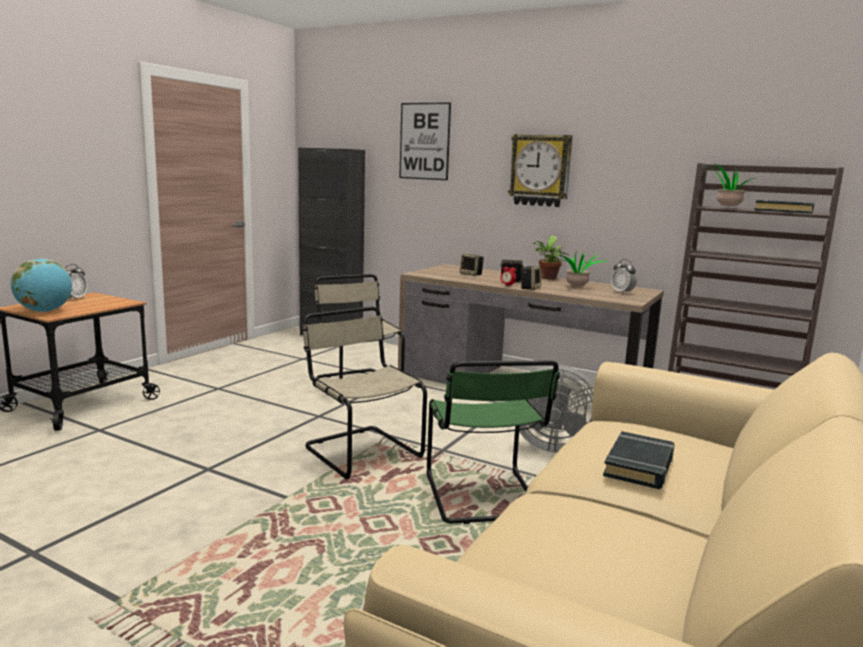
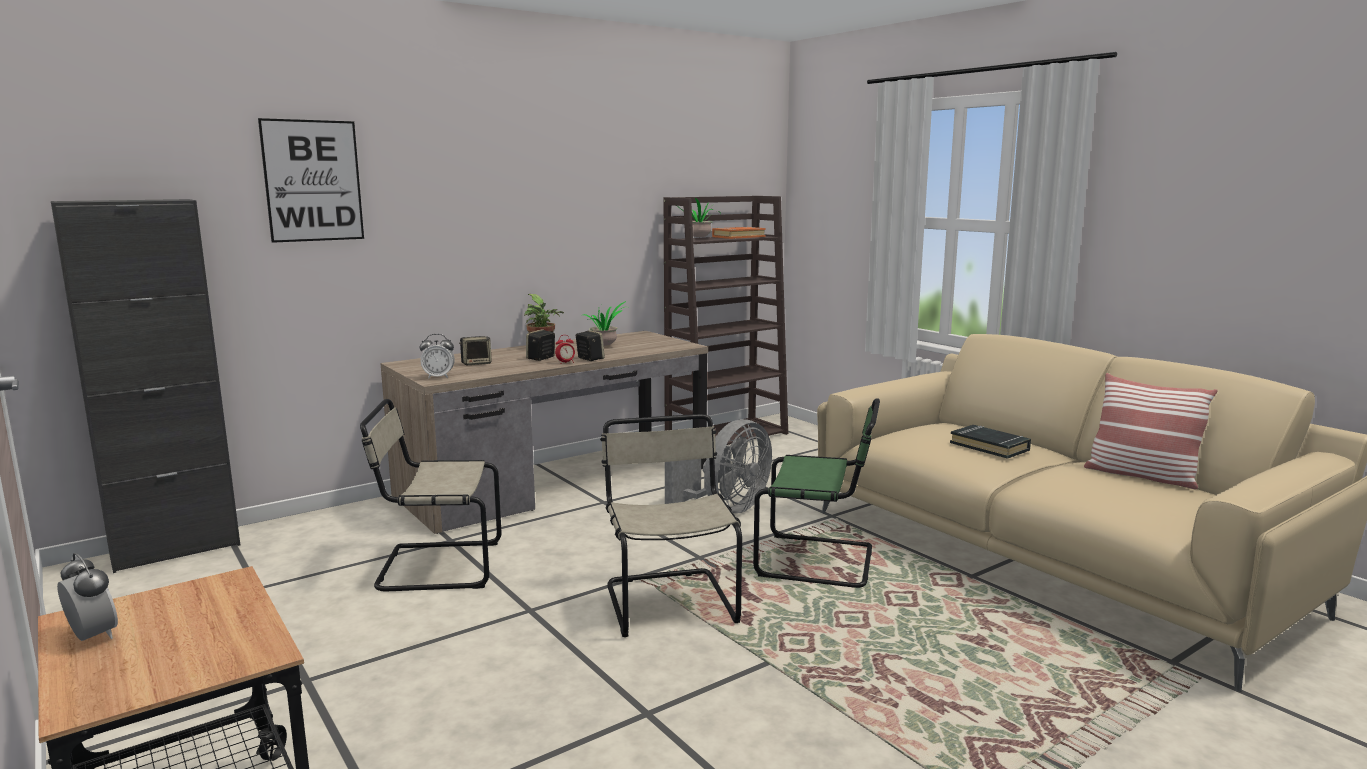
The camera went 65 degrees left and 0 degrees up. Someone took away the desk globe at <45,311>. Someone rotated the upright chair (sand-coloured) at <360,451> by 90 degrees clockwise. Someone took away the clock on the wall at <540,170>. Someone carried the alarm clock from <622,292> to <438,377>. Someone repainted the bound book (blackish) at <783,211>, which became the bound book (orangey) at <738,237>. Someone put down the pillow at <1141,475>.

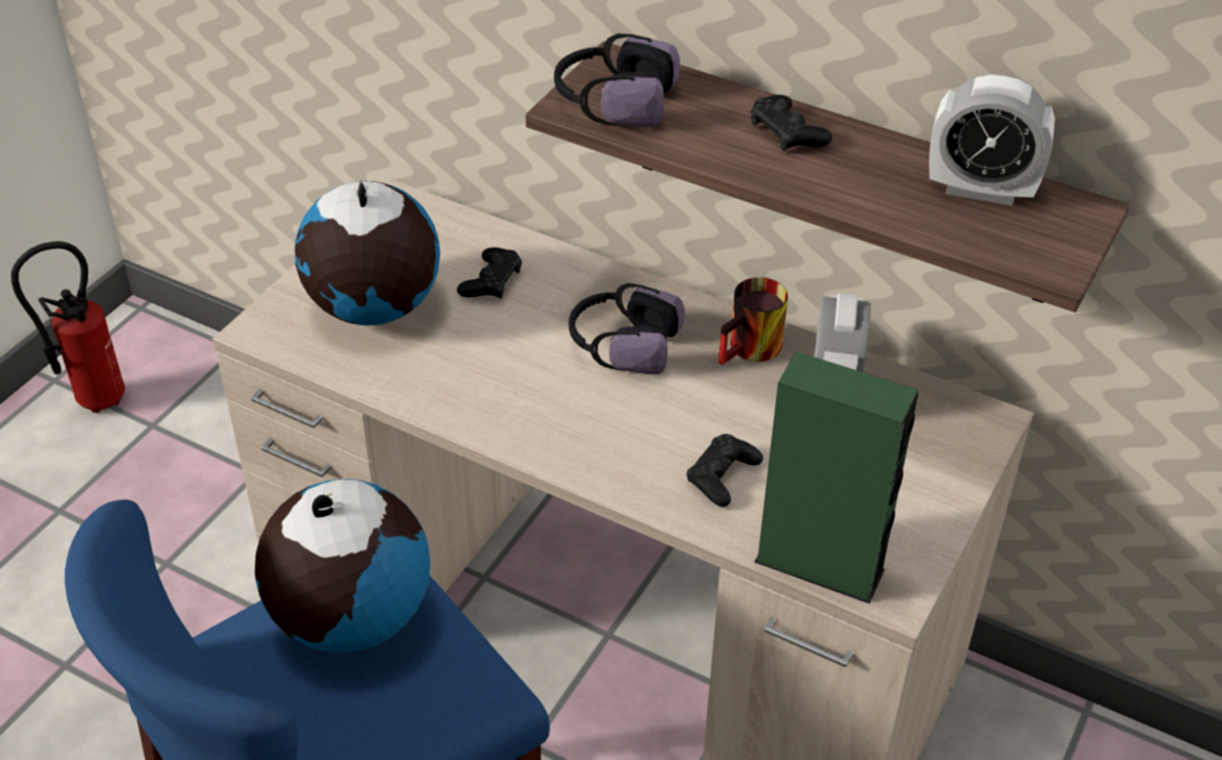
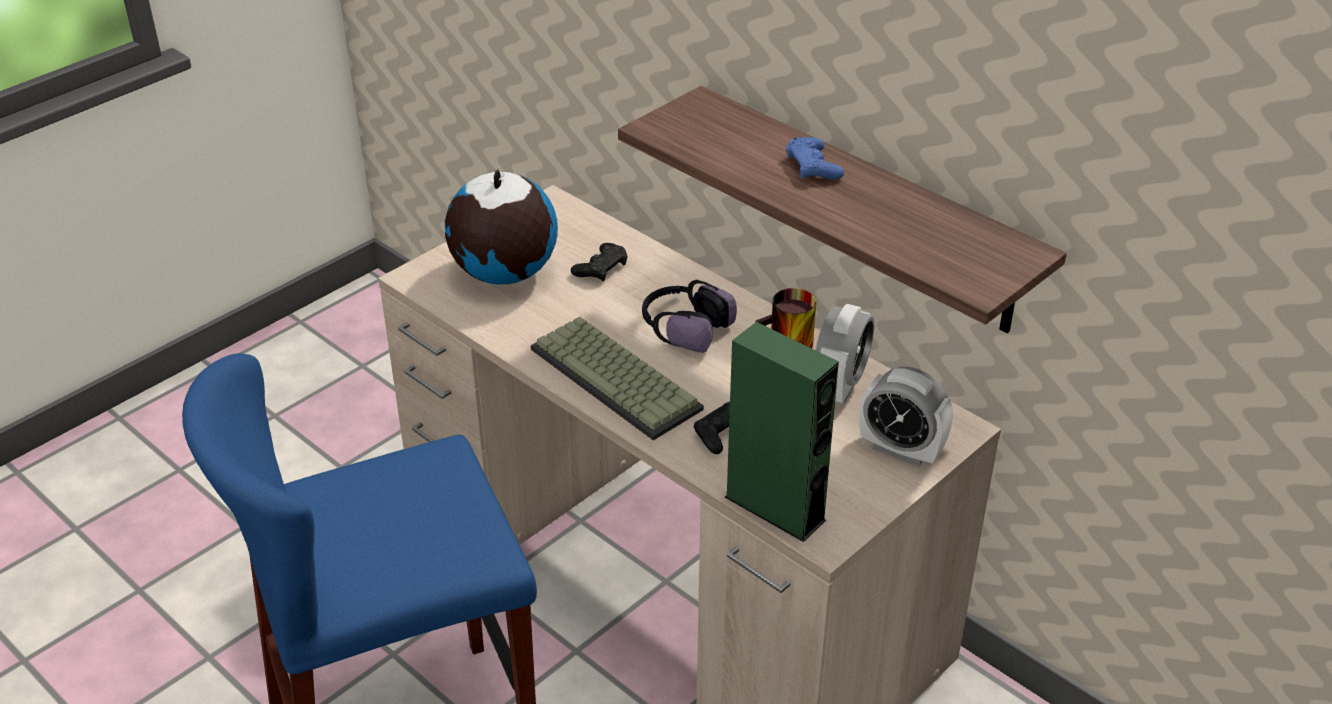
The camera went 15 degrees right and 5 degrees down. Someone took away the fire extinguisher at <92,402>. Someone took away the desk globe at <350,618>. Someone took away the headset at <613,102>. Someone repainted the gamepad (blackish) at <787,132>, which became the gamepad (bluish) at <813,166>. Someone carried the alarm clock from <980,190> to <901,450>. Someone put down the computer keyboard at <619,378>.

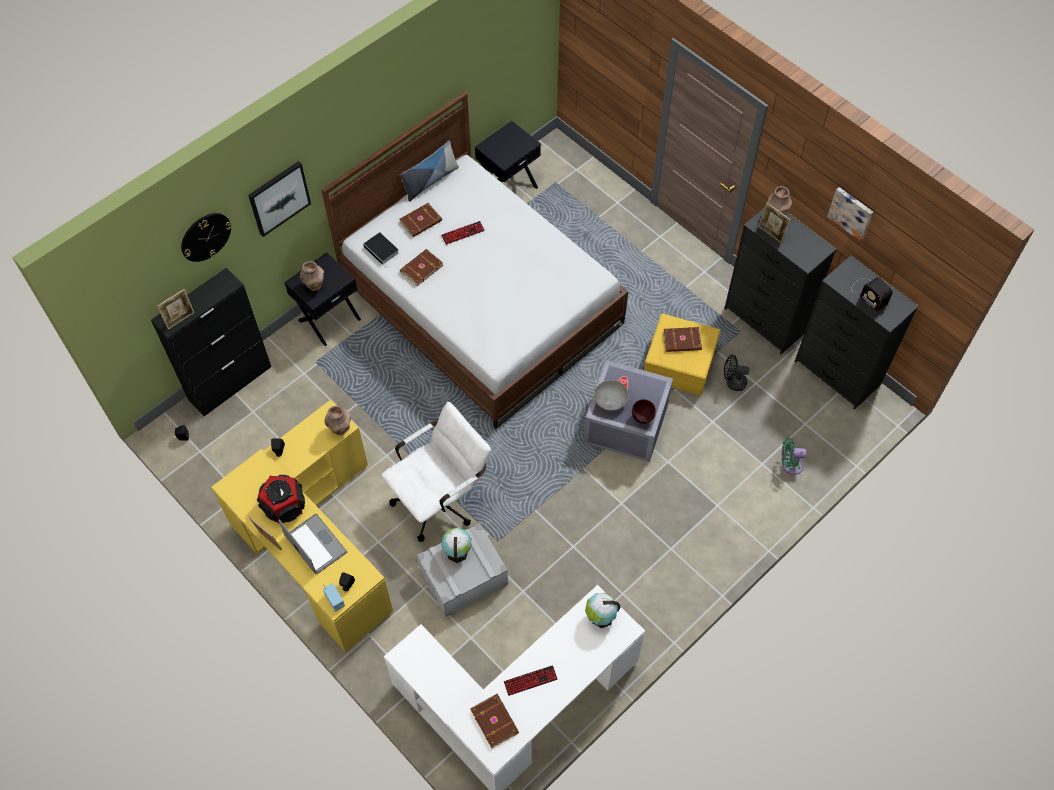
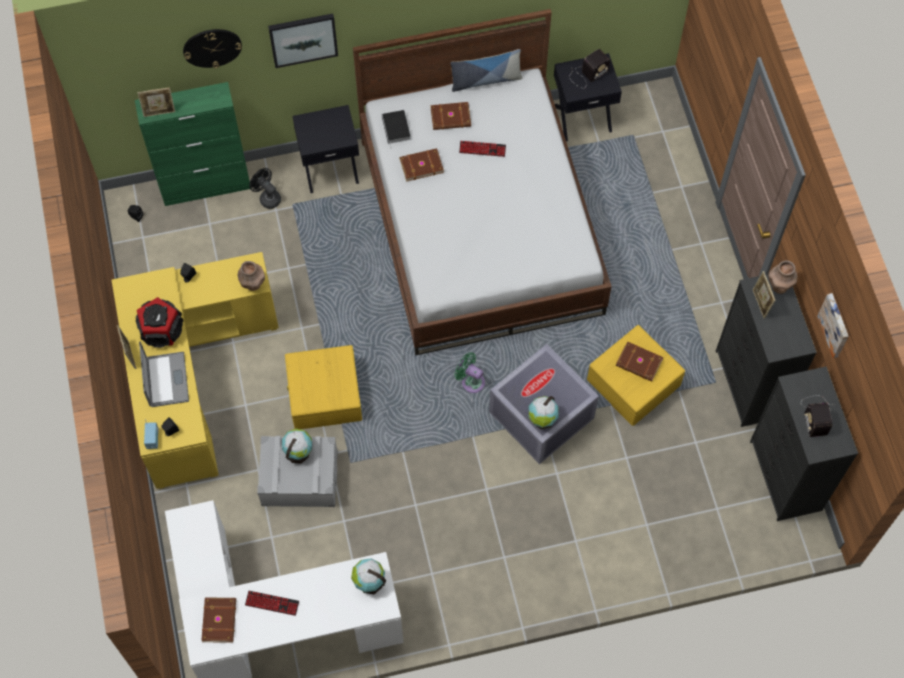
The camera went 30 degrees right and 5 degrees up. Someone repainted the storage cabinet (blackish) at <230,383>, which became the storage cabinet (green-coloured) at <206,186>. Someone took away the flower vase (brown) at <314,286>. Someone swapped the desk chair (white-coloured) at <441,499> for the storage bin (yellow-coloured) at <324,395>. Someone took away the bowl (greyish) at <610,400>. Someone swapped the bowl (brown) at <642,419> for the desk globe at <542,420>. Someone carried the electric fan (blackish) from <732,382> to <267,197>. Someone carried the electric fan (green-coloured) from <790,464> to <471,381>. Someone put down the radio set at <587,74>.

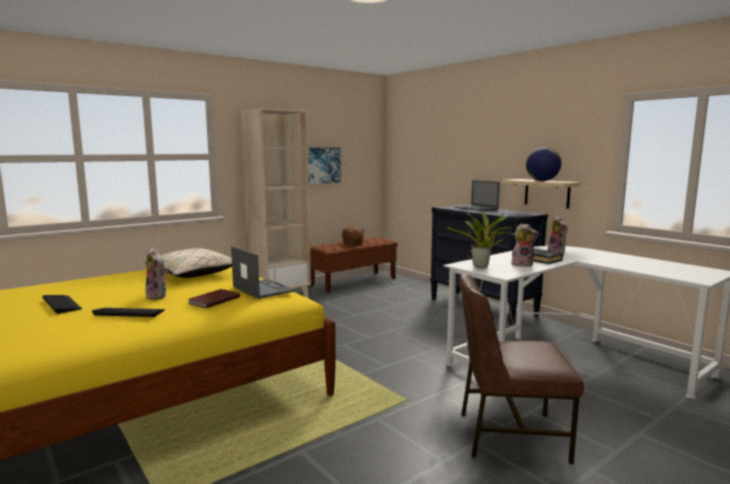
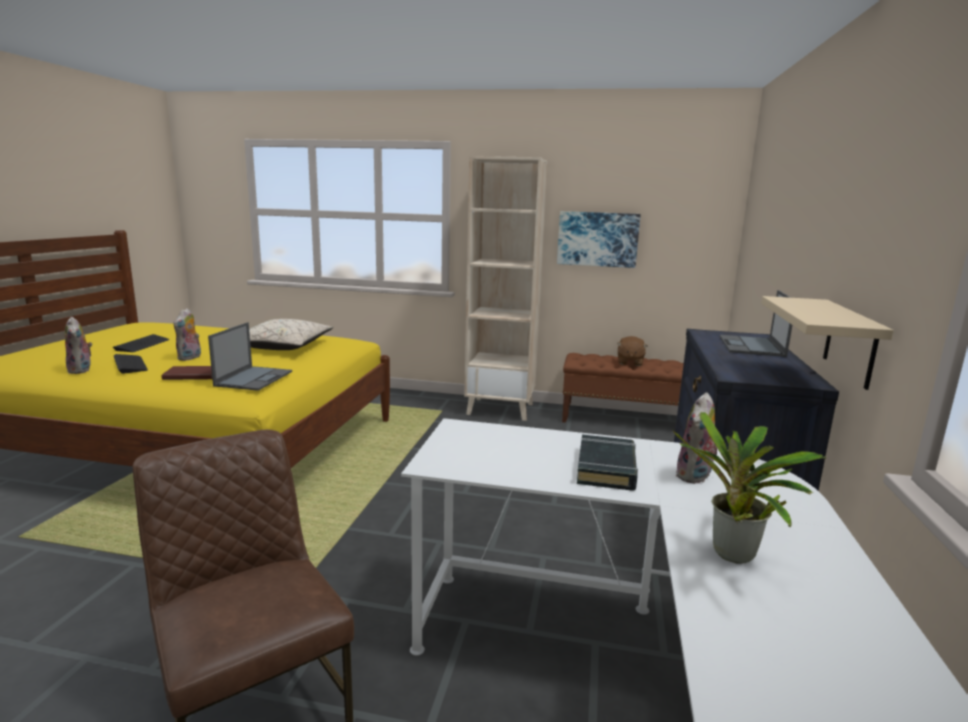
The camera went 50 degrees right and 5 degrees up. Someone carried the potted plant from <482,266> to <732,557>. Someone carried the plush toy from <522,264> to <81,370>. Someone took away the desk globe at <542,181>.

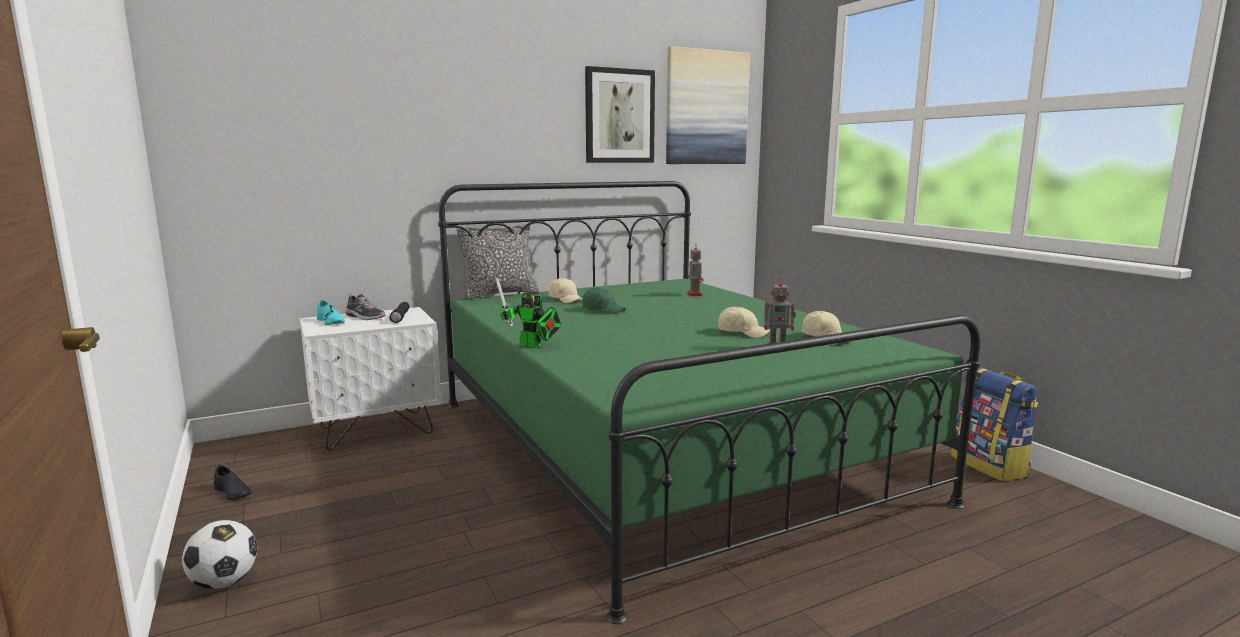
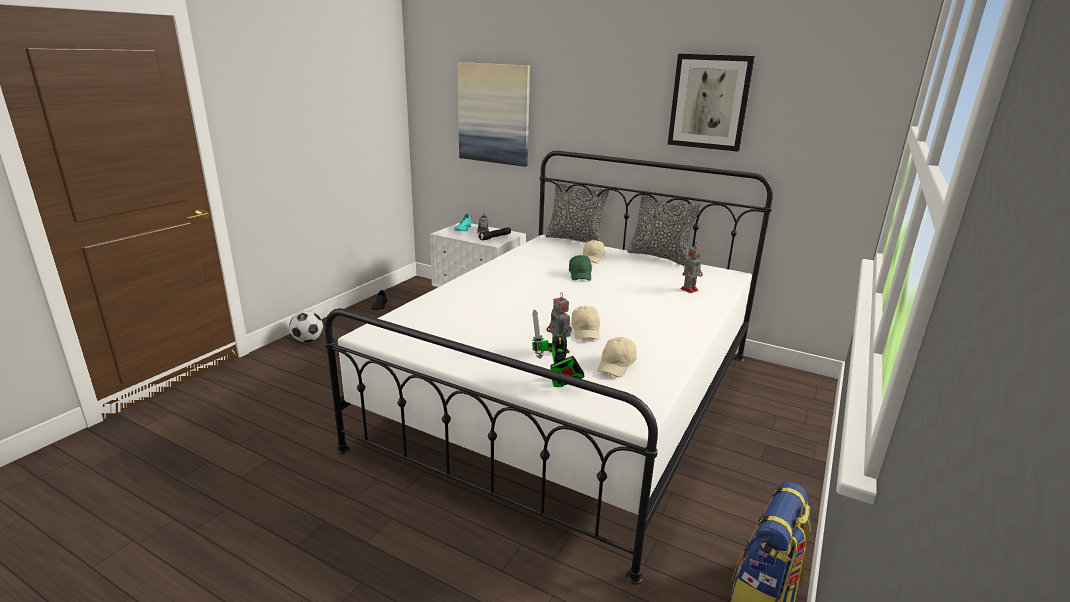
The camera went 55 degrees right and 10 degrees up. Someone repainted the bedroom bed (green-coloured) at <662,447>, which became the bedroom bed (white-coloured) at <569,397>. Someone carried the model robot from <533,345> to <557,383>. Someone carried the wall art from <706,108> to <494,114>. Someone put down the pillow at <659,256>.

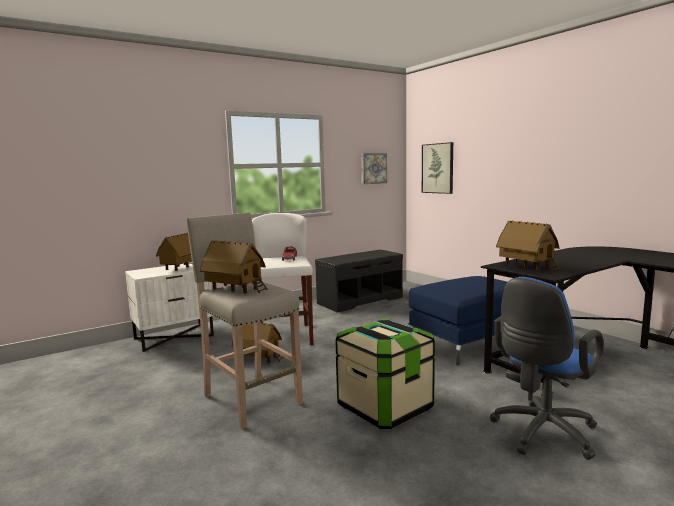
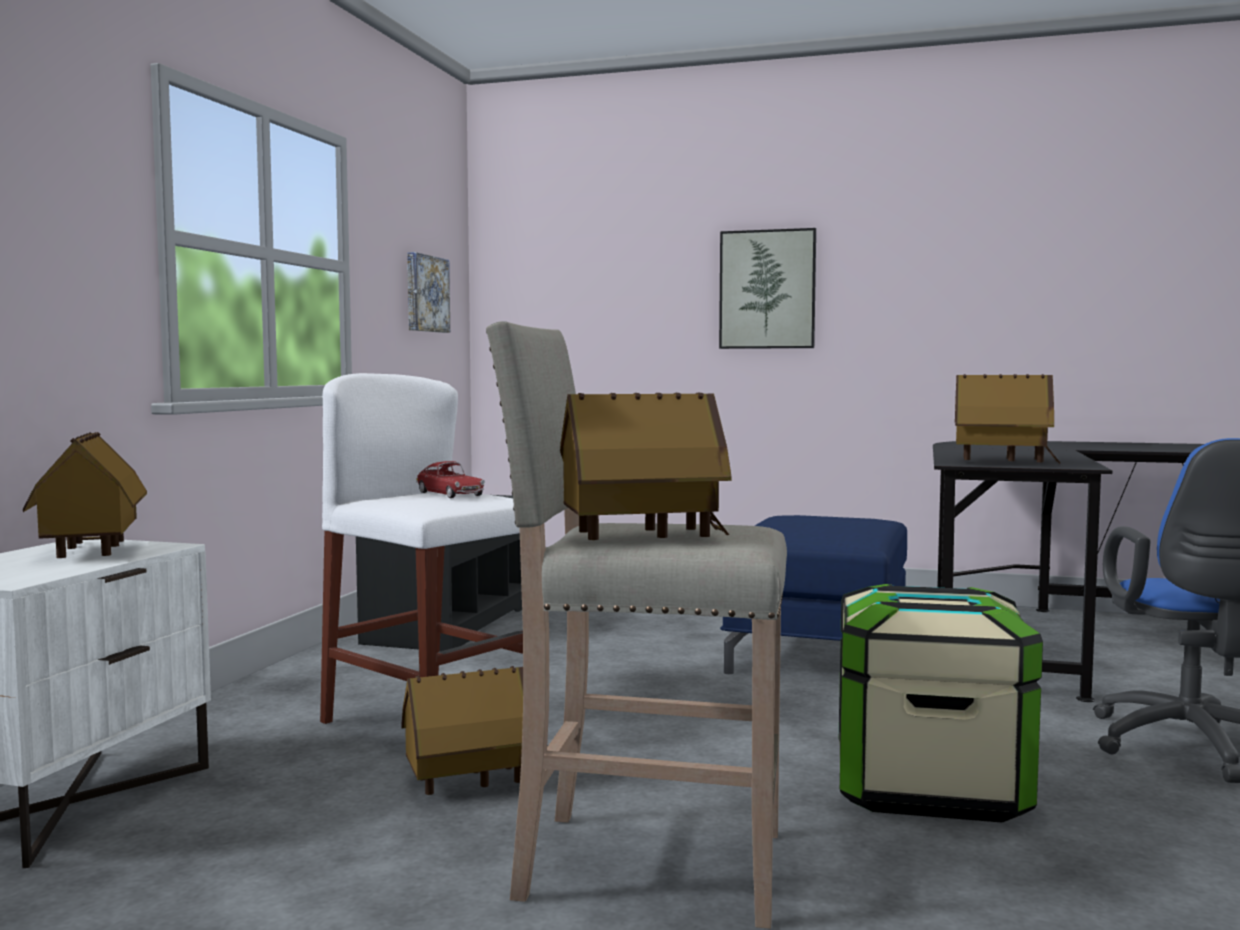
The camera went 40 degrees left and 5 degrees down. Someone carried the wall art from <438,168> to <767,289>.

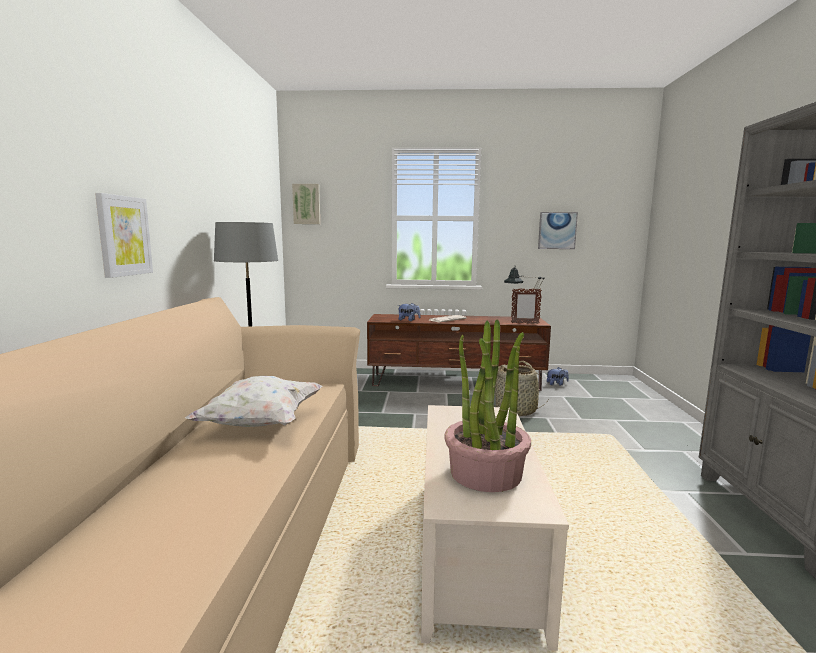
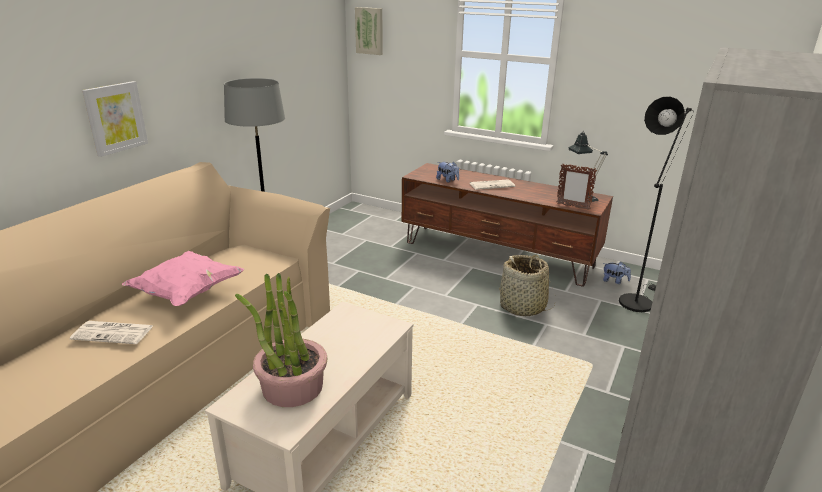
The camera went 25 degrees right and 15 degrees up. Someone repainted the pillow (white-coloured) at <261,423>, which became the pillow (pink) at <187,293>. Someone took away the wall art at <557,230>. Someone put down the newspaper at <114,333>. Someone put down the floor lamp (blackish) at <637,300>.

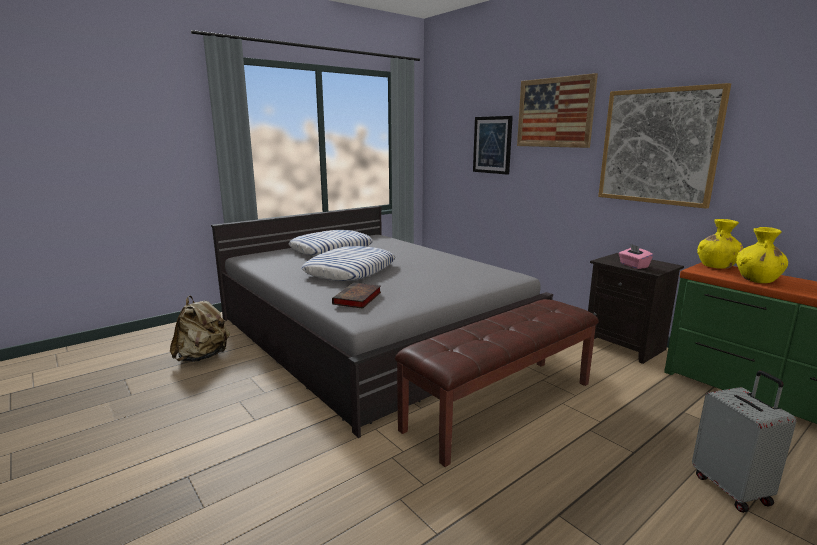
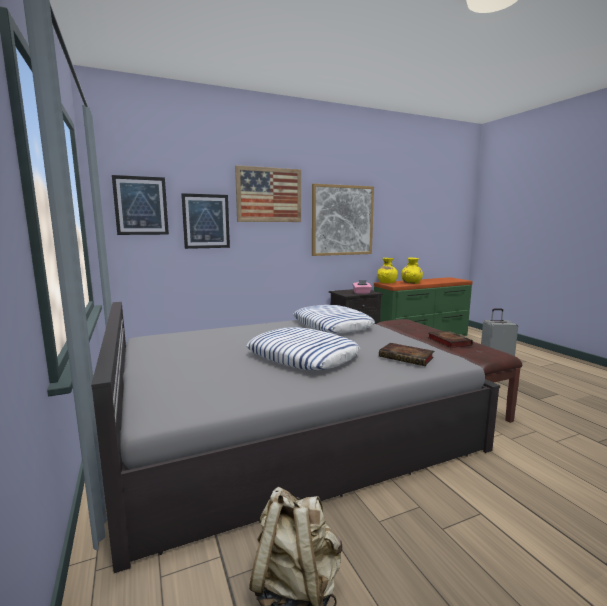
The camera went 75 degrees left and 5 degrees down. Someone carried the pillow from <331,249> to <331,325>. Someone put up the wall art at <141,206>. Someone put down the bound book at <447,341>.

